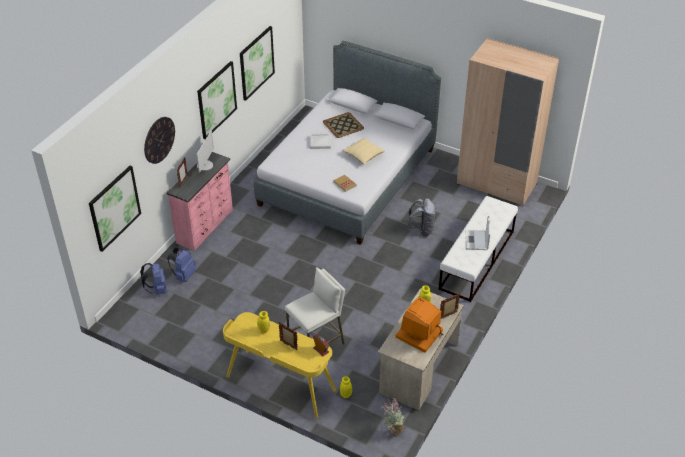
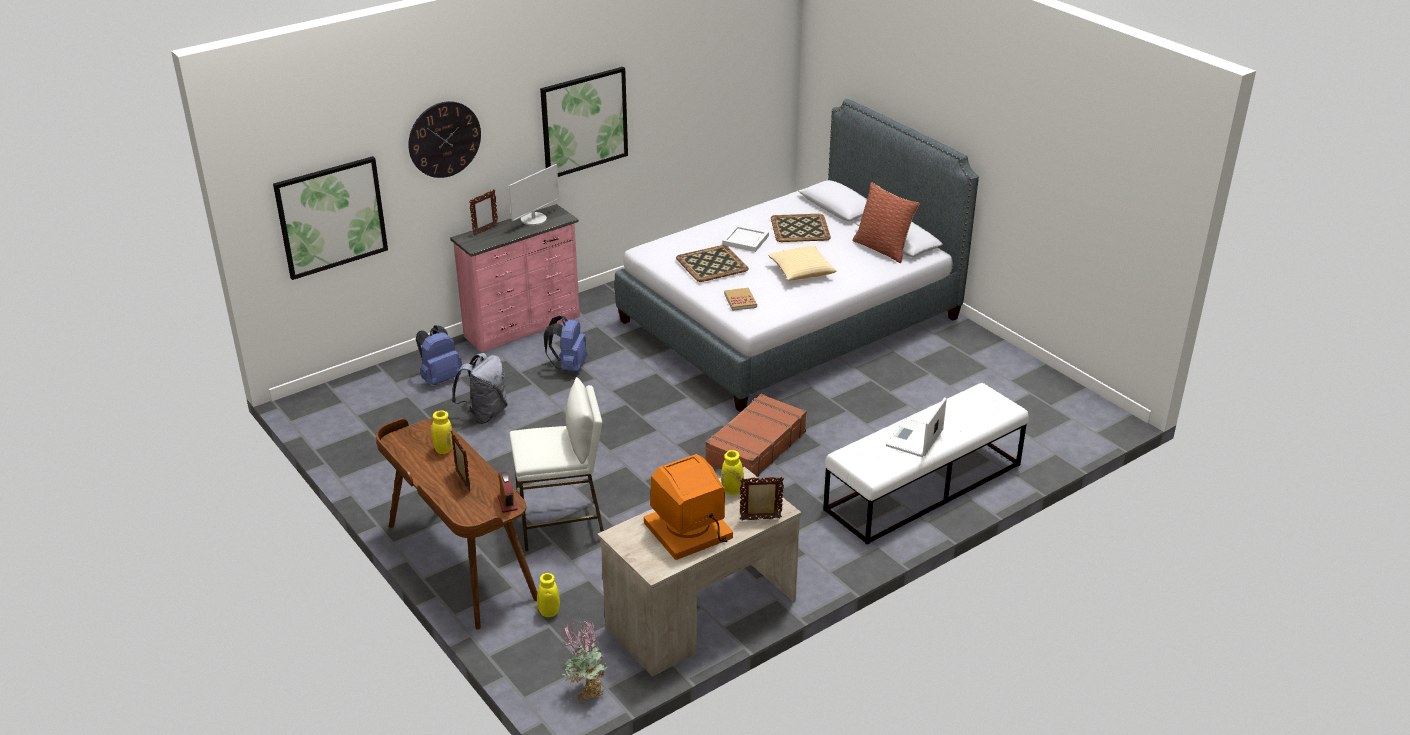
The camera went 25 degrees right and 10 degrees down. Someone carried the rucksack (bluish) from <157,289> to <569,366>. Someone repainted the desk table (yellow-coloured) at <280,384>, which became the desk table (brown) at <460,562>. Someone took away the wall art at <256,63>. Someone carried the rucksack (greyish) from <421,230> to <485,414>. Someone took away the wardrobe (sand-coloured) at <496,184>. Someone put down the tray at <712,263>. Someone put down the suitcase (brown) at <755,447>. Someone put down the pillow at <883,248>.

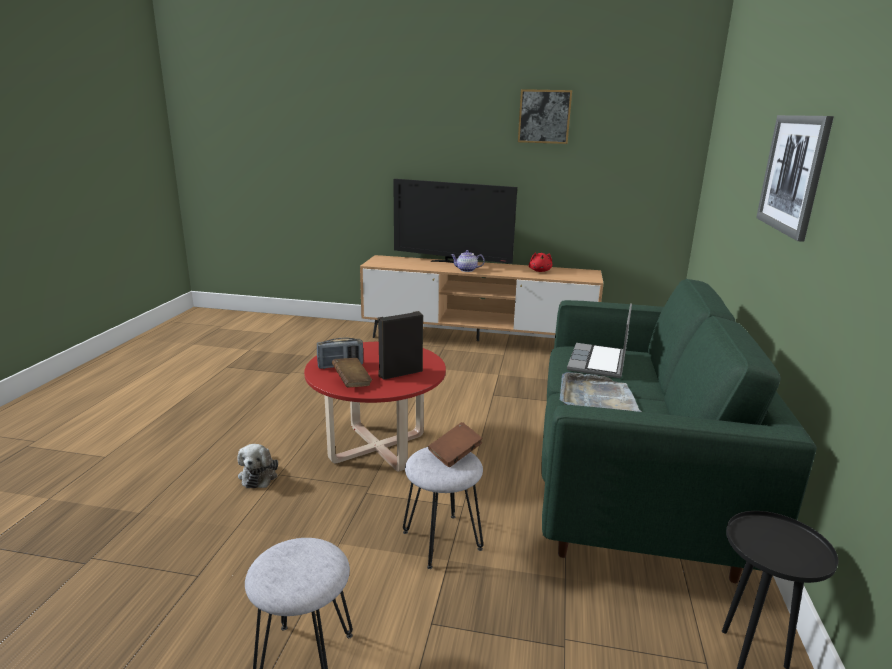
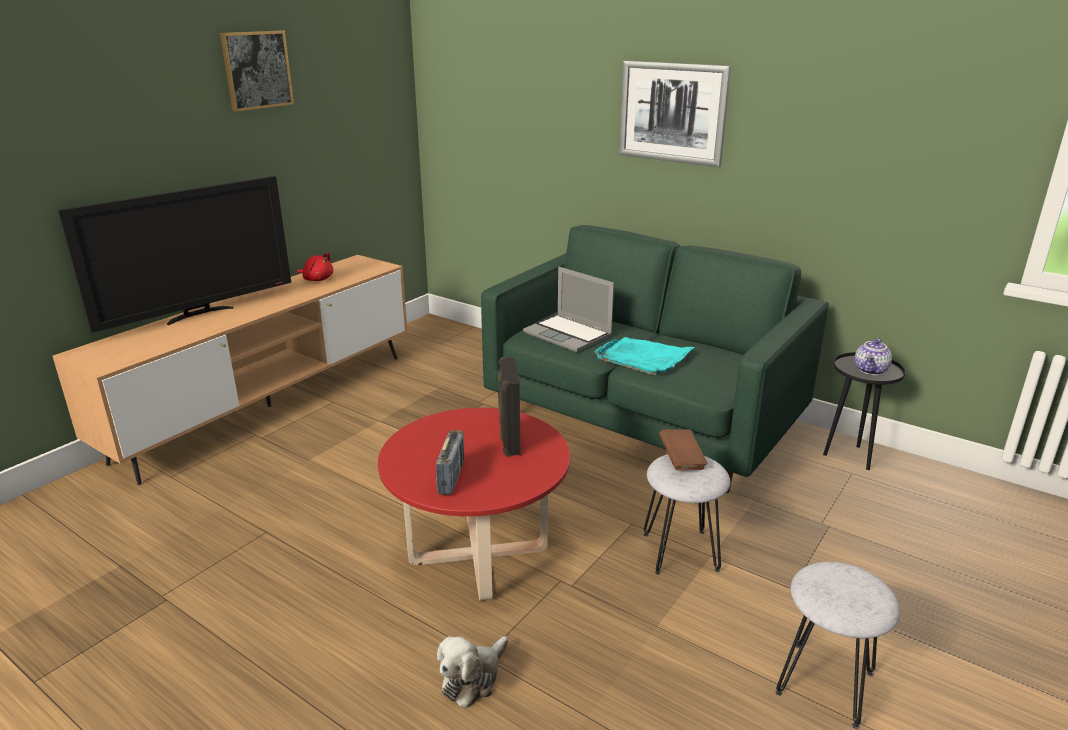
The camera went 65 degrees left and 5 degrees up. Someone rotated the plush toy at <259,475> by 105 degrees clockwise. Someone took away the bound book (brown) at <352,382>. Someone carried the pot for tea from <466,270> to <871,370>. Someone repainted the tray (greyish) at <597,398>, which became the tray (turquoise) at <643,358>.

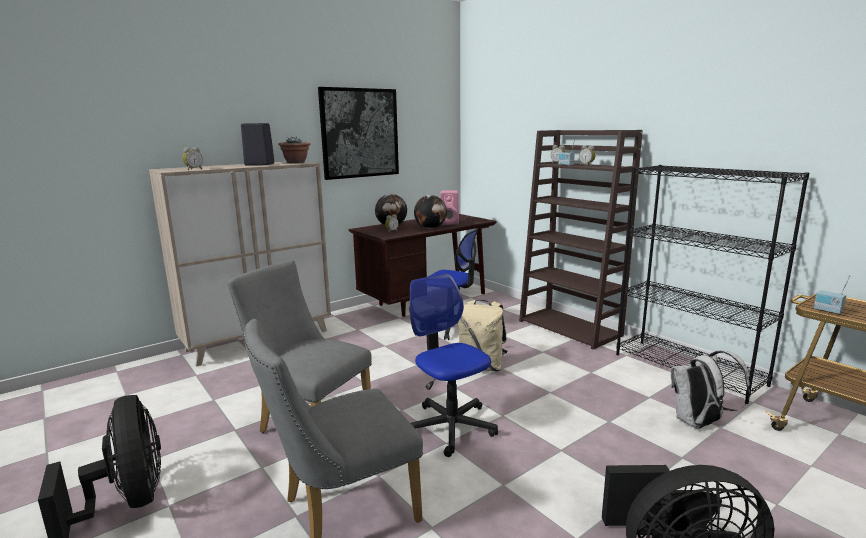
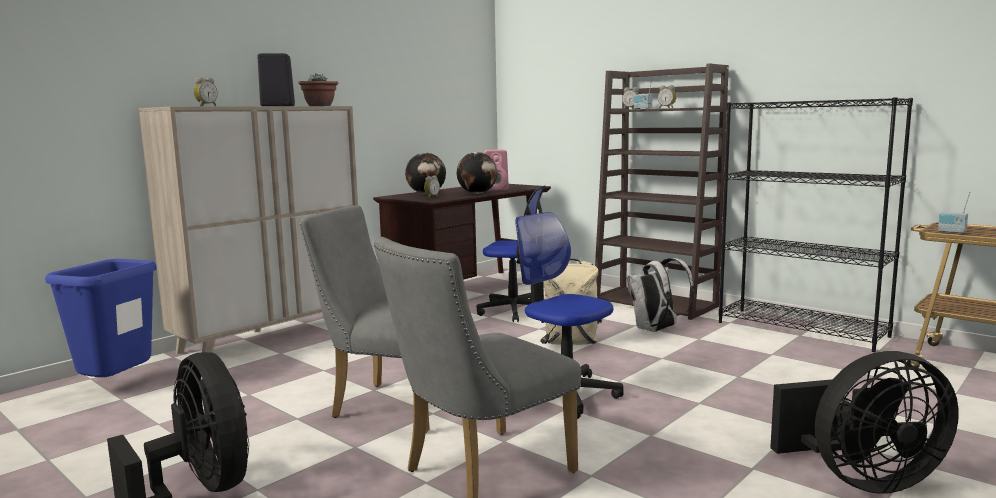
The camera went 10 degrees left and 5 degrees down. Someone took away the wall art at <360,133>. Someone carried the rucksack (white-coloured) from <699,423> to <656,330>. Someone put down the rubbish bin (bluish) at <118,387>.

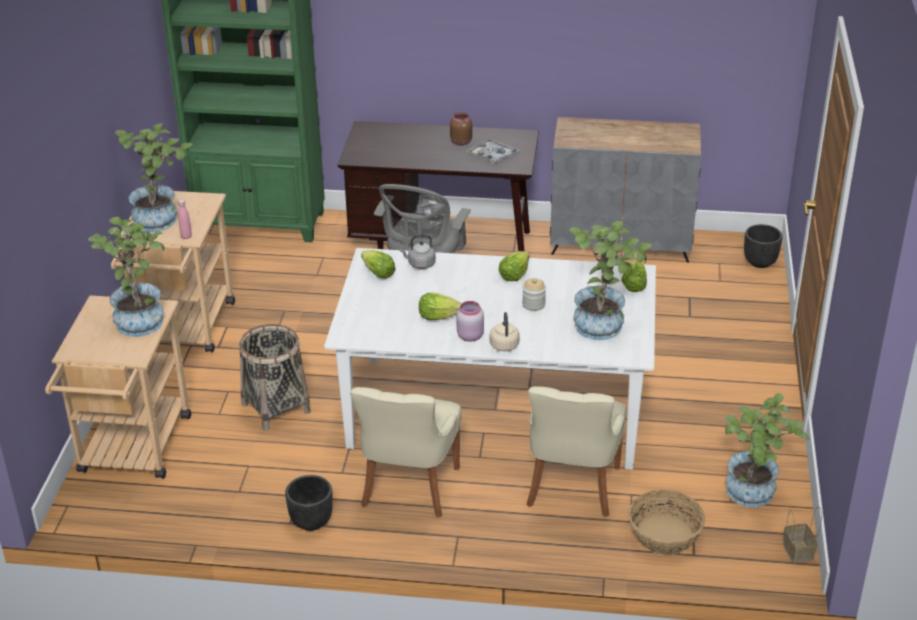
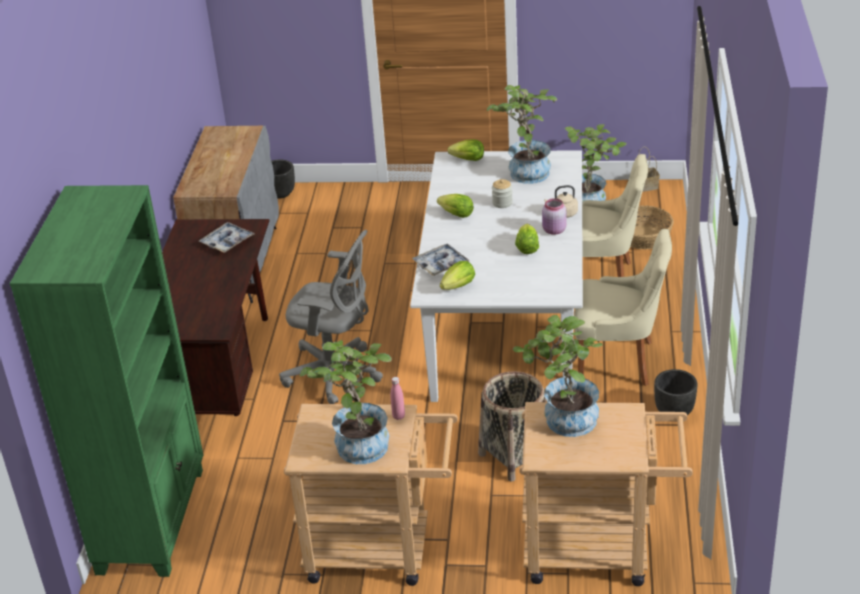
The camera went 90 degrees left and 0 degrees up. Someone swapped the tea kettle (greyish) at <420,264> for the tray at <440,264>. Someone took away the storage jar (brown) at <461,142>.

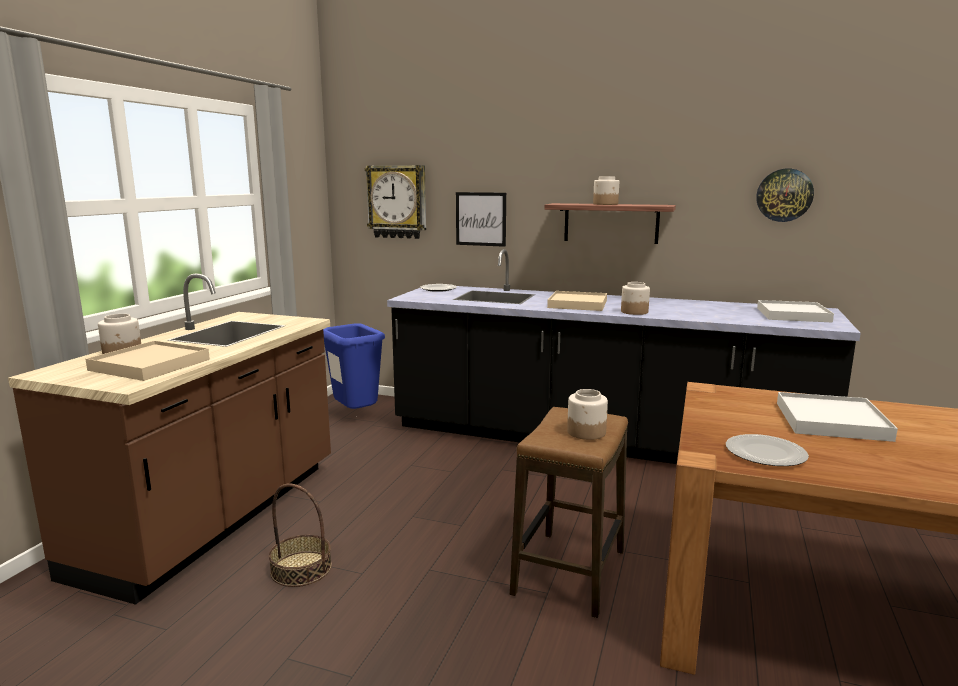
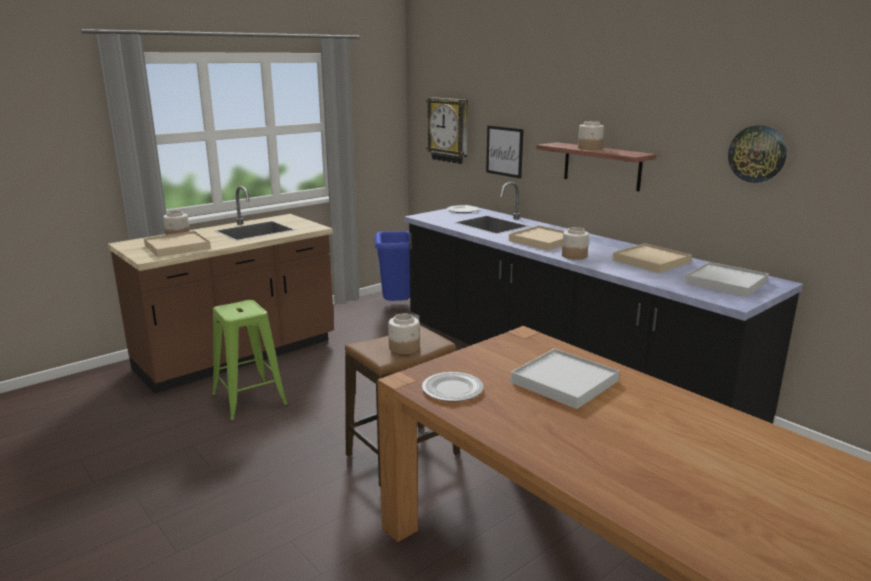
The camera went 30 degrees right and 5 degrees up. Someone swapped the storage basket at <301,569> for the stool seat (green-coloured) at <249,400>. Someone put down the tray (sand-coloured) at <651,261>.

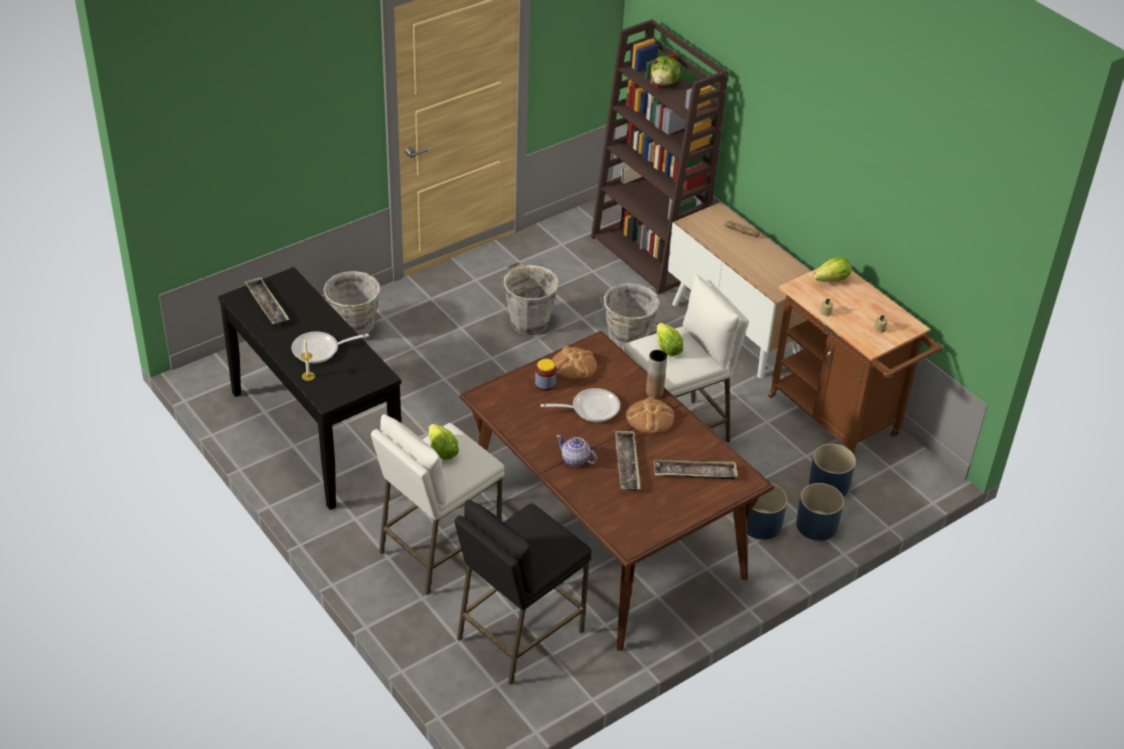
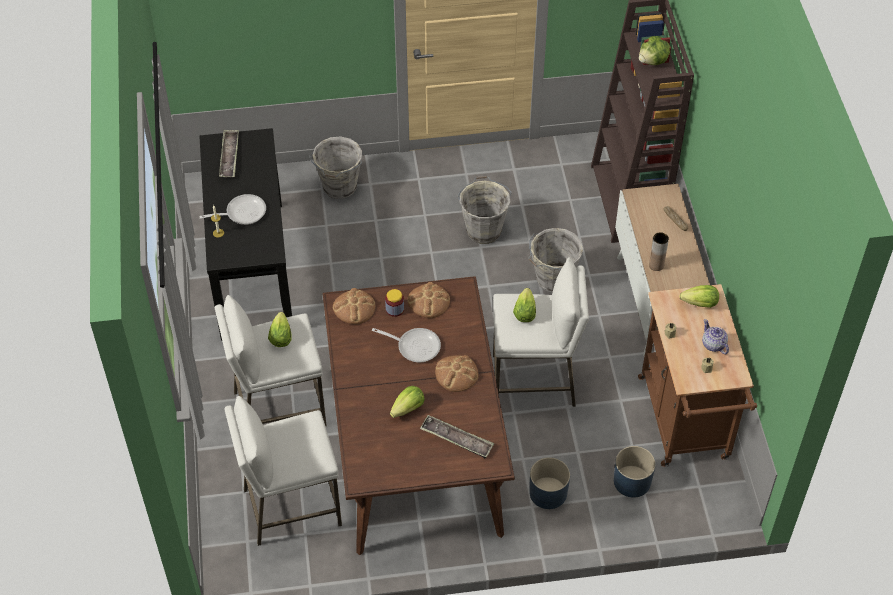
The camera went 30 degrees right and 10 degrees up. Someone rotated the pan at <320,350> by 150 degrees clockwise. Someone repainted the stool seat (blackish) at <519,635>, which became the stool seat (white-coloured) at <291,507>. Someone carried the pot for tea from <575,460> to <713,345>. Someone swapped the tray at <627,464> for the lettuce at <408,408>. Someone carried the flower vase (brown) from <654,392> to <656,265>. Someone took away the plant pot (bluish) at <816,526>. Someone put down the bakery bread at <354,308>.

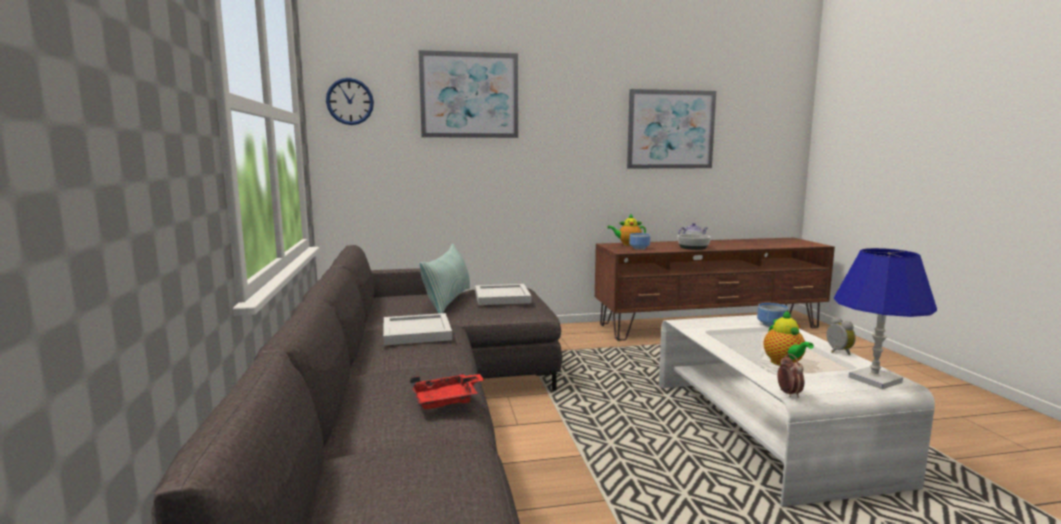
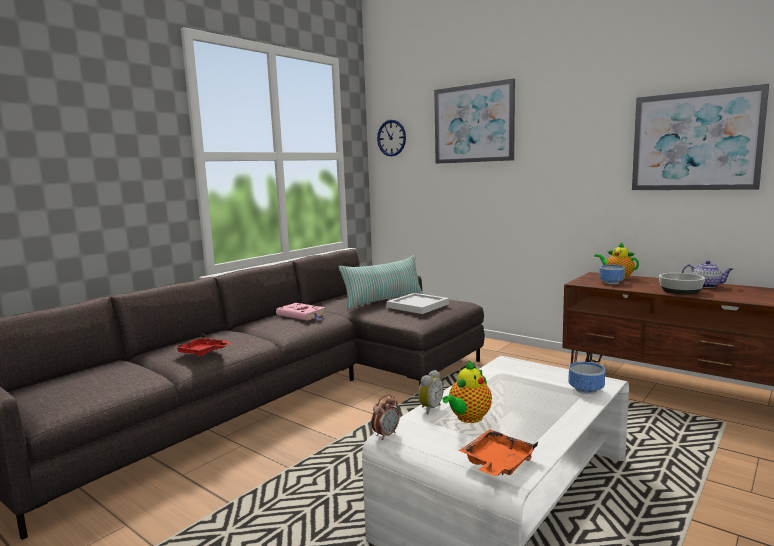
The camera went 50 degrees right and 0 degrees up. Someone swapped the tray (white-coloured) at <417,332> for the bound book (pink) at <302,315>. Someone carried the alarm clock from <837,352> to <429,409>. Someone swapped the table lamp (bluish) at <874,379> for the tray (orangey) at <497,463>.

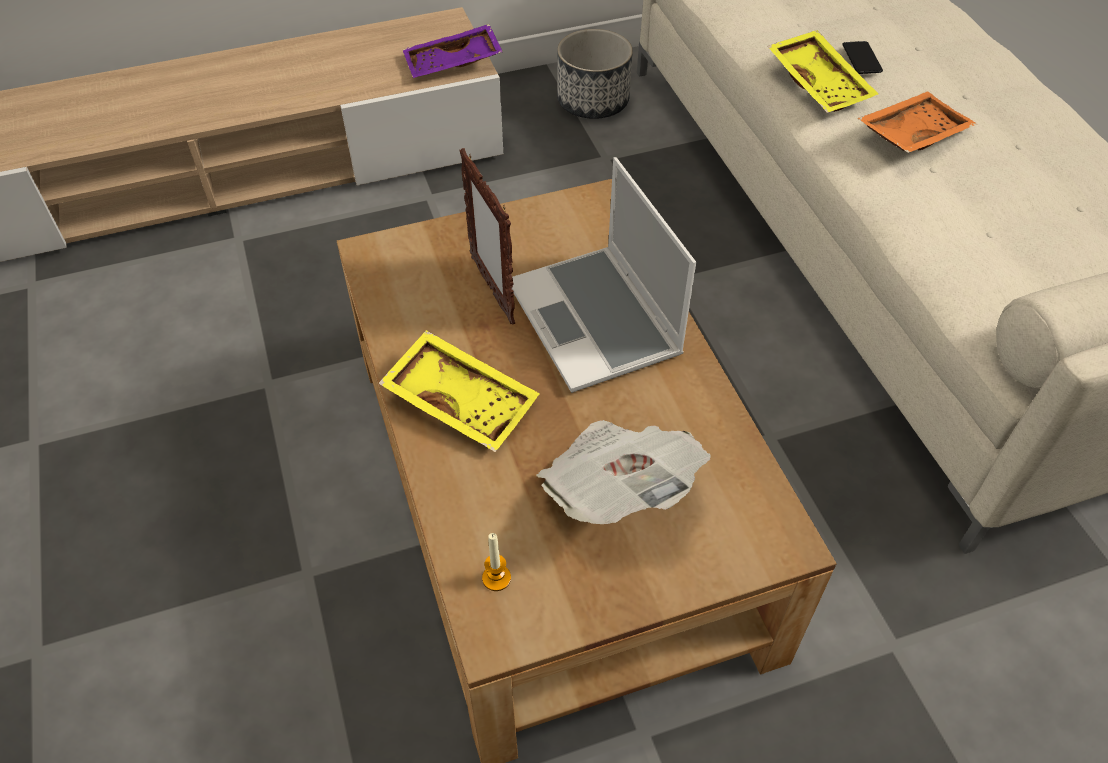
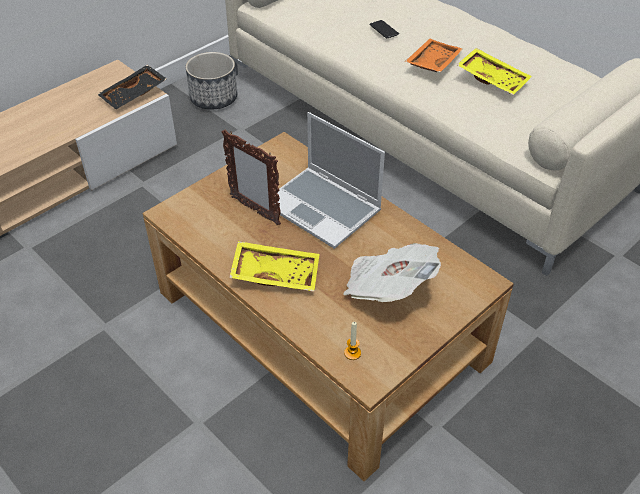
The camera went 25 degrees left and 5 degrees down. Someone repainted the tray (purple) at <453,64>, which became the tray (blackish) at <134,95>. Someone carried the tray (yellow-coloured) from <820,83> to <493,78>.

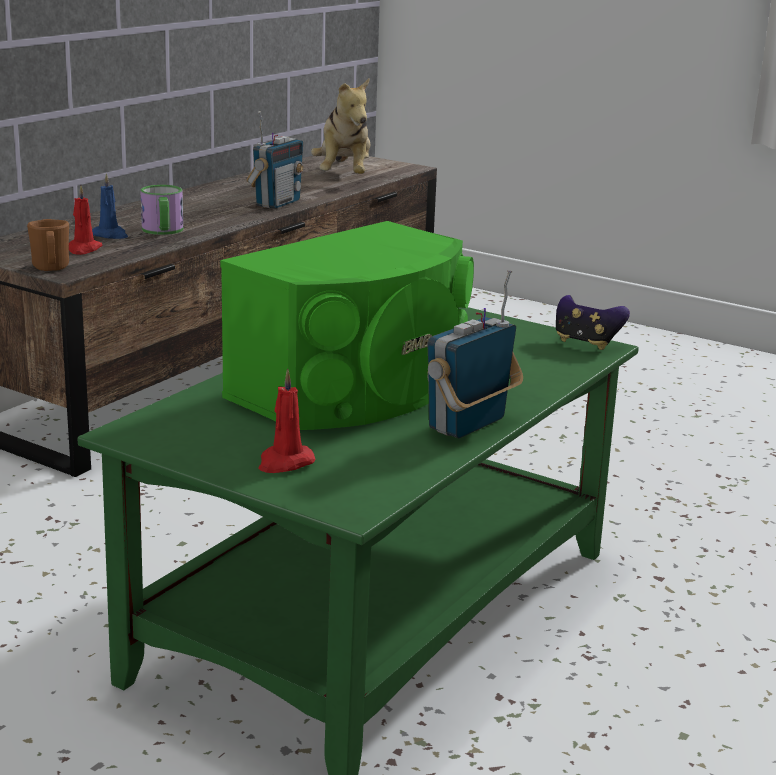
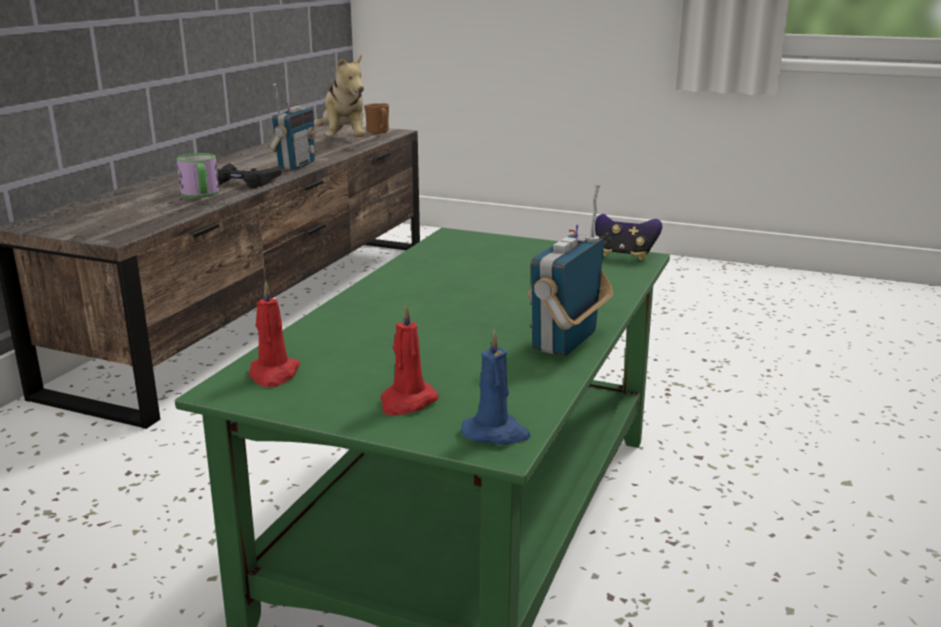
The camera went 10 degrees left and 0 degrees up. Someone carried the tea mug (brown) from <51,268> to <379,132>. Someone carried the wax light (red-coloured) from <83,249> to <273,374>. Someone carried the wax light (bluish) from <110,235> to <496,433>. Someone took away the speaker (green-coloured) at <356,389>. Someone put down the gamepad (blackish) at <244,182>.

